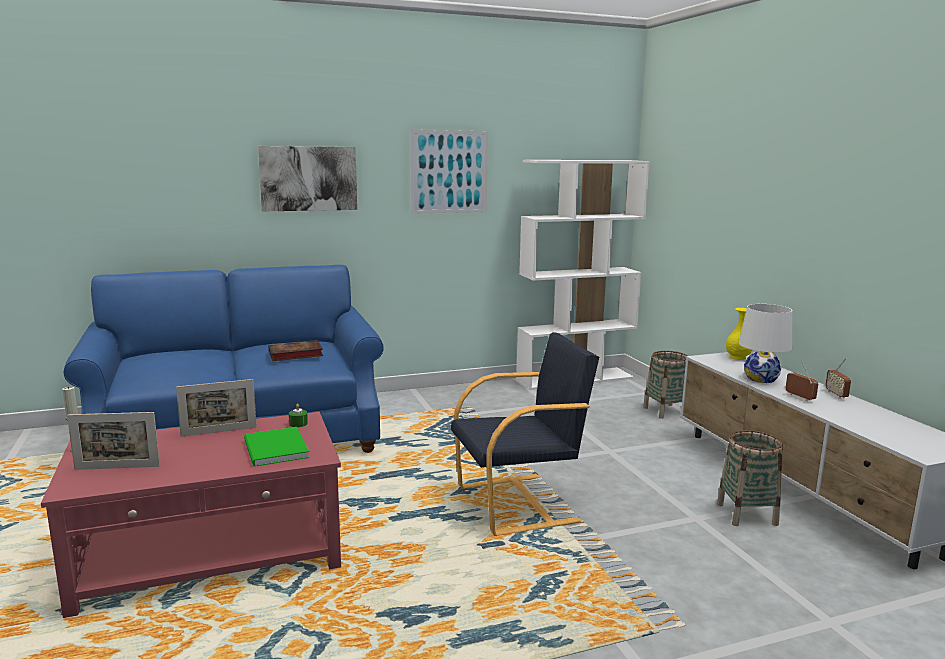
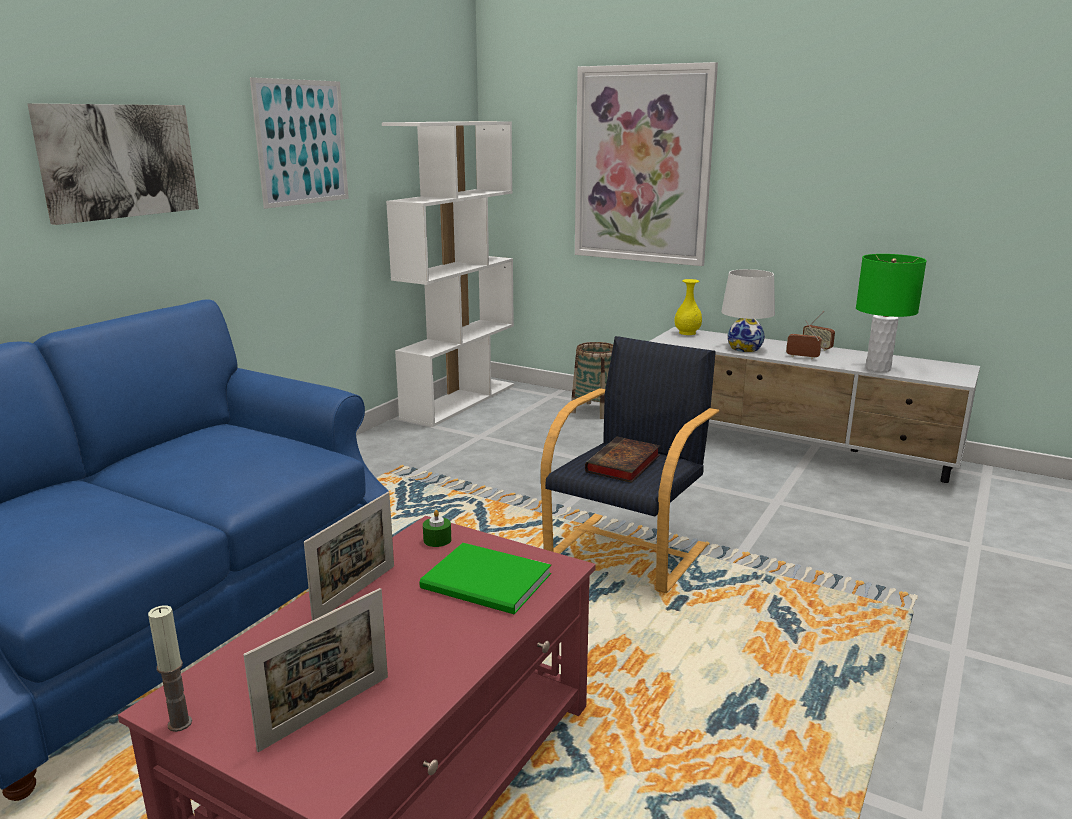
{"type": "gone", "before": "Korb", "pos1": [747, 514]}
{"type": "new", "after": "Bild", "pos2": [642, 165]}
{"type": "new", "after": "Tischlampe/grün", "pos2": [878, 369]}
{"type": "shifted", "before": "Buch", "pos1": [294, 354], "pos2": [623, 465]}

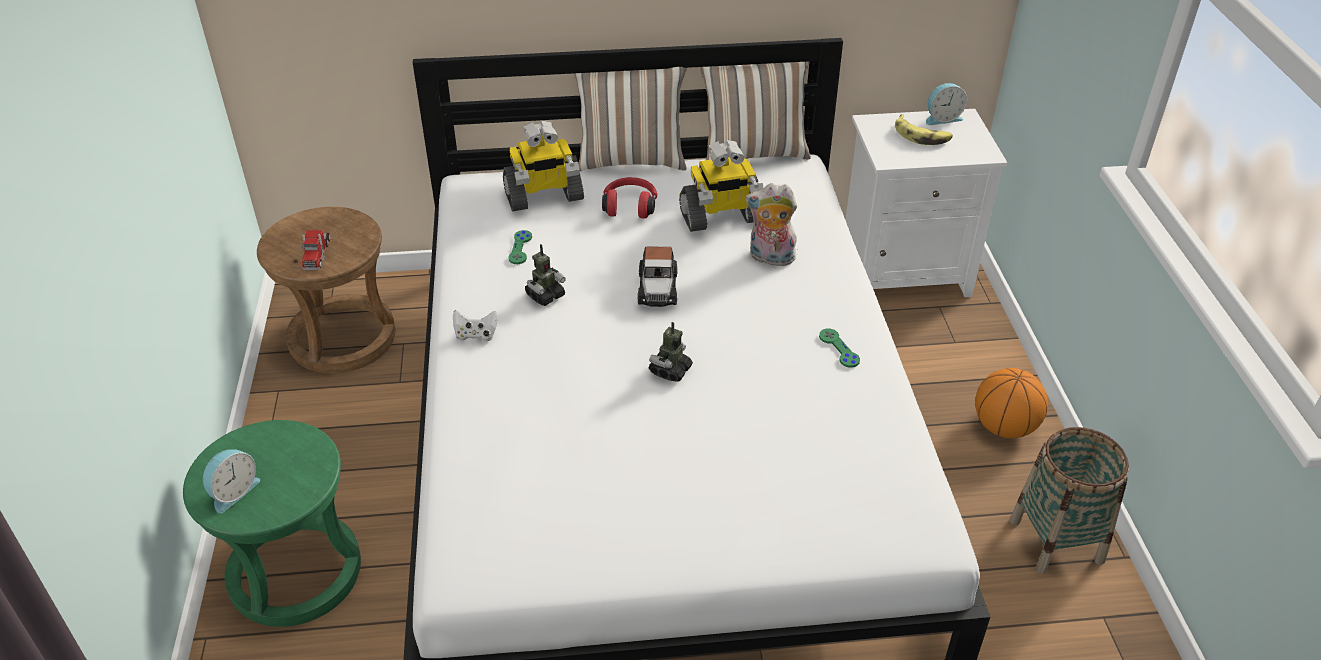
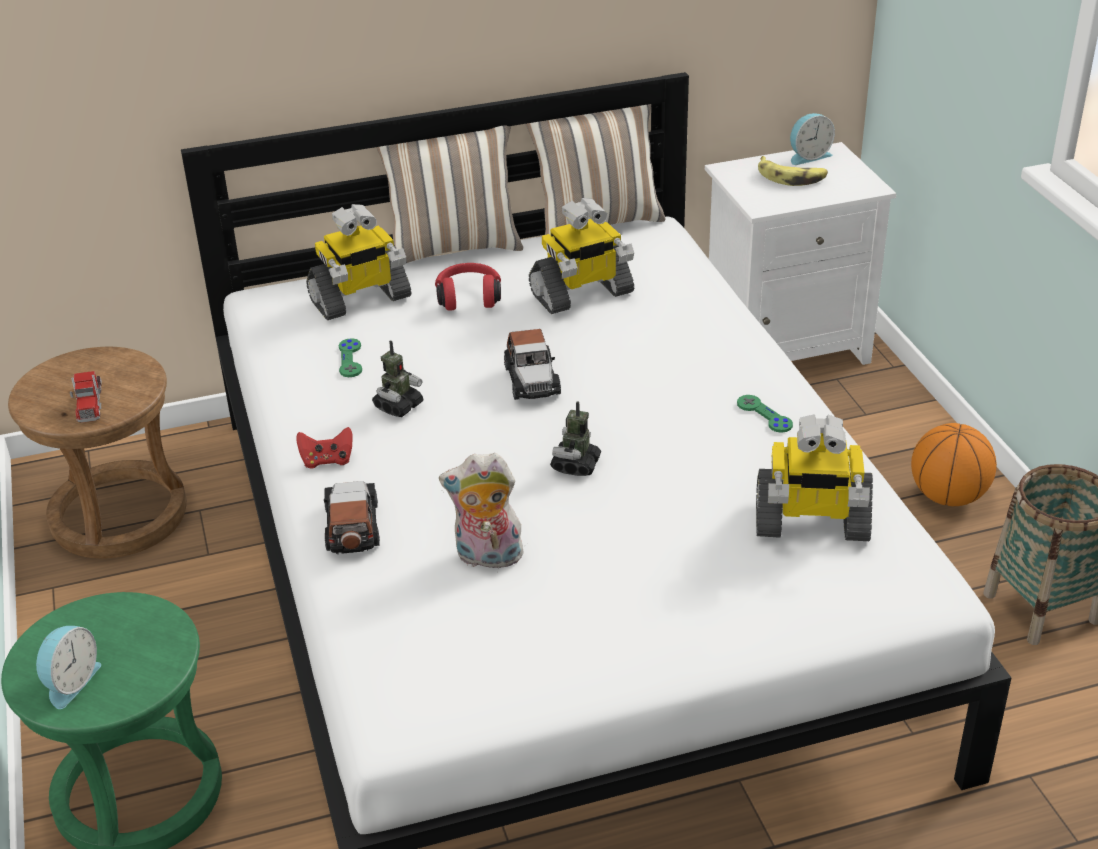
{"type": "new", "after": "Spielzeugauto", "pos2": [352, 527]}
{"type": "new", "after": "Spielzeugroboter", "pos2": [810, 522]}
{"type": "shifted", "before": "Plüschtier", "pos1": [770, 258], "pos2": [487, 558]}
{"type": "repainted", "before": "Gamepad/weiß", "after": "Gamepad/rot", "pos1": [476, 335], "pos2": [327, 460]}

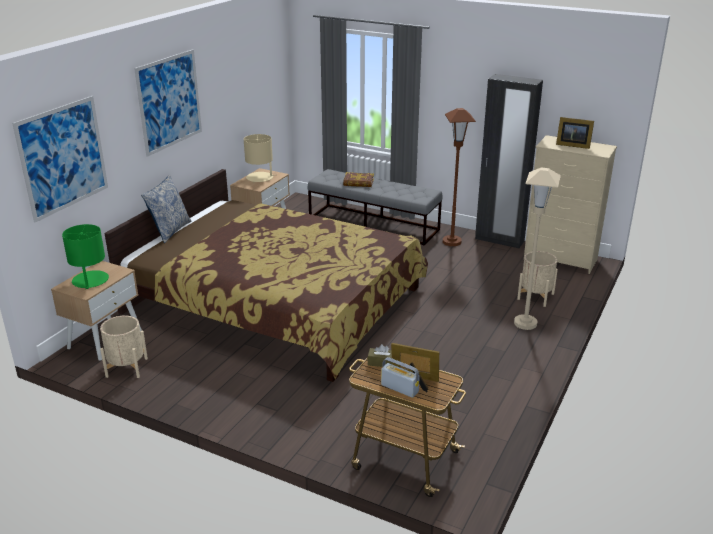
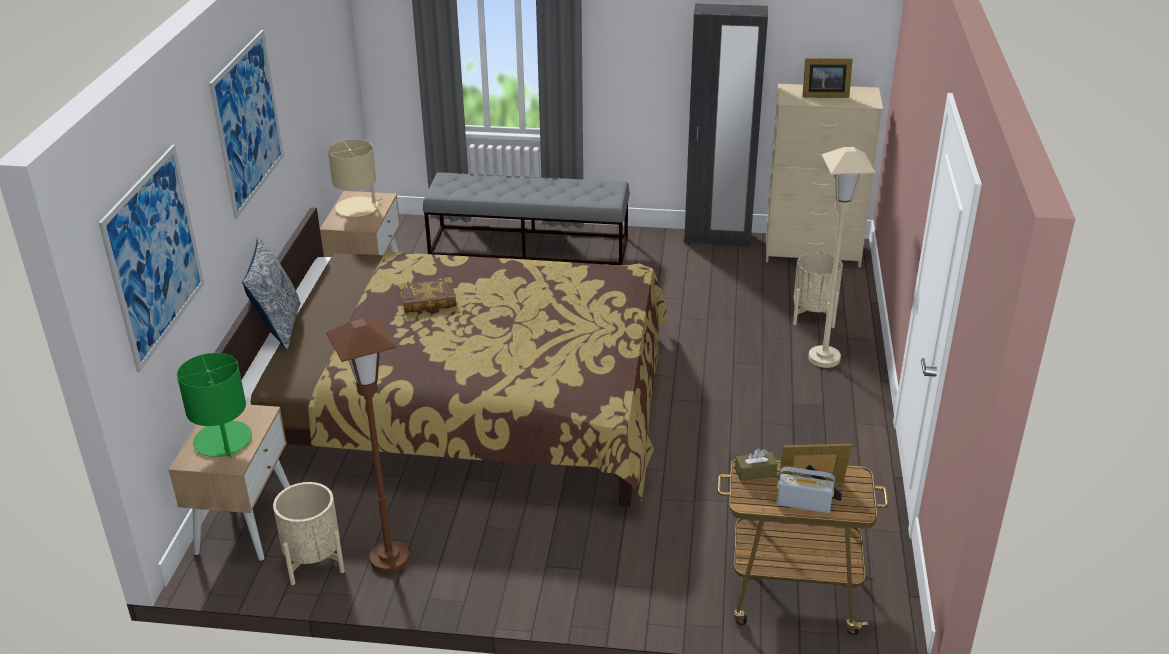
{"type": "shifted", "before": "Buch", "pos1": [358, 182], "pos2": [428, 300]}
{"type": "shifted", "before": "Stehlampe/braun", "pos1": [451, 242], "pos2": [389, 559]}

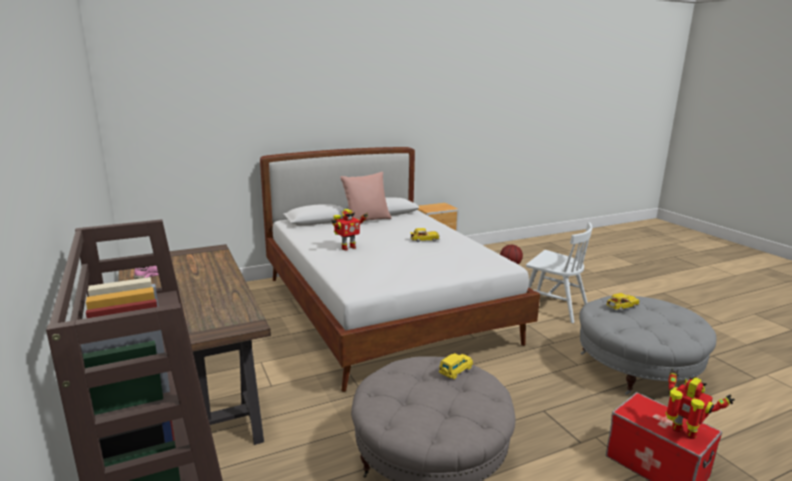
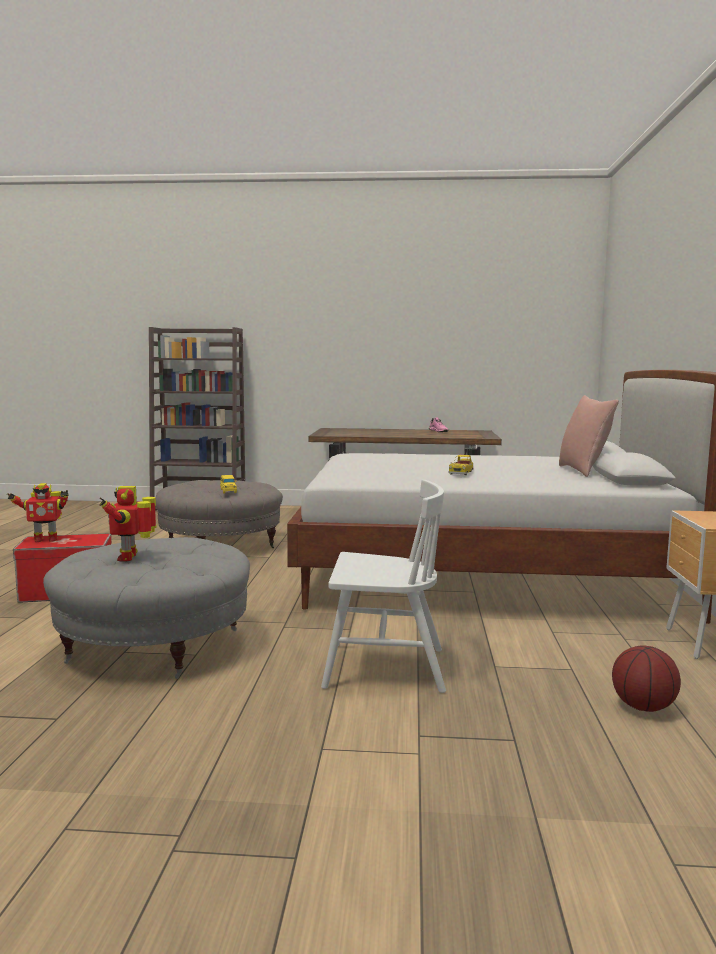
{"type": "gone", "before": "Spielzeugauto", "pos1": [621, 306]}
{"type": "shifted", "before": "Spielzeugroboter", "pos1": [347, 248], "pos2": [130, 557]}
{"type": "rotated", "before": "Stuhl/weiß", "pos1": [553, 307], "pos2": [384, 667], "turn": -150}

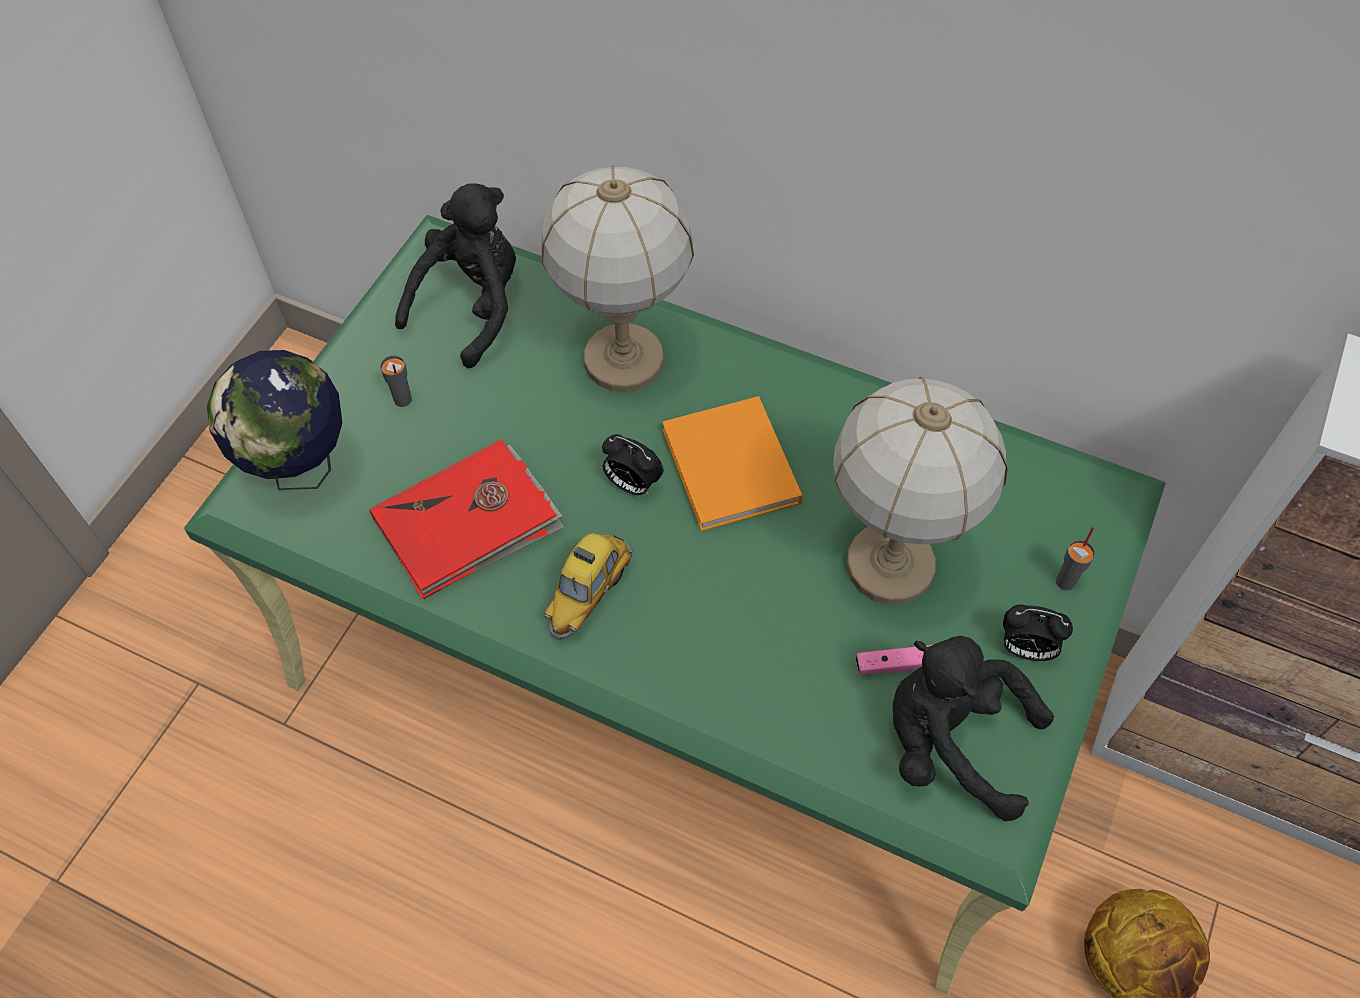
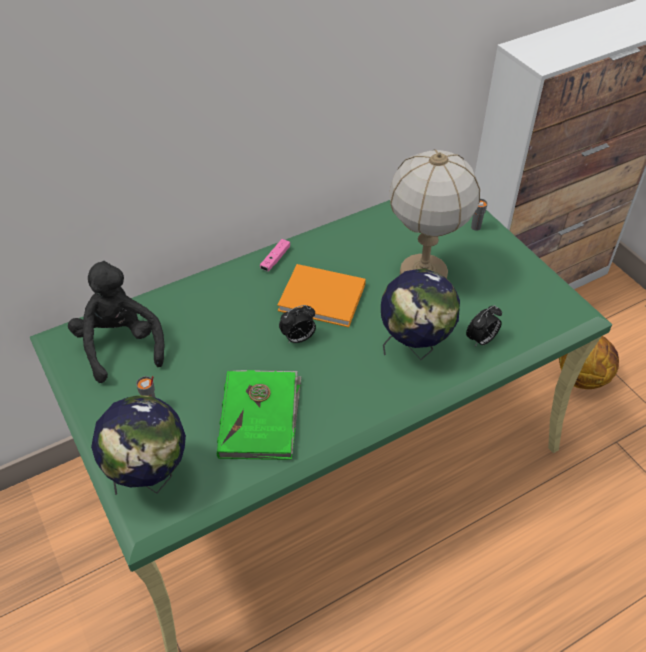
{"type": "gone", "before": "Tischlampe", "pos1": [624, 361]}
{"type": "gone", "before": "Spielzeugauto", "pos1": [588, 593]}
{"type": "gone", "before": "Plüschtier/schwarz", "pos1": [951, 743]}
{"type": "new", "after": "Globus", "pos2": [415, 348]}
{"type": "shifted", "before": "Gamepad/rosa", "pos1": [898, 664], "pos2": [275, 259]}
{"type": "shifted", "before": "Wecker", "pos1": [1025, 649], "pos2": [481, 340]}
{"type": "repainted", "before": "Buch/rot", "after": "Buch/grün", "pos1": [468, 523], "pos2": [260, 416]}

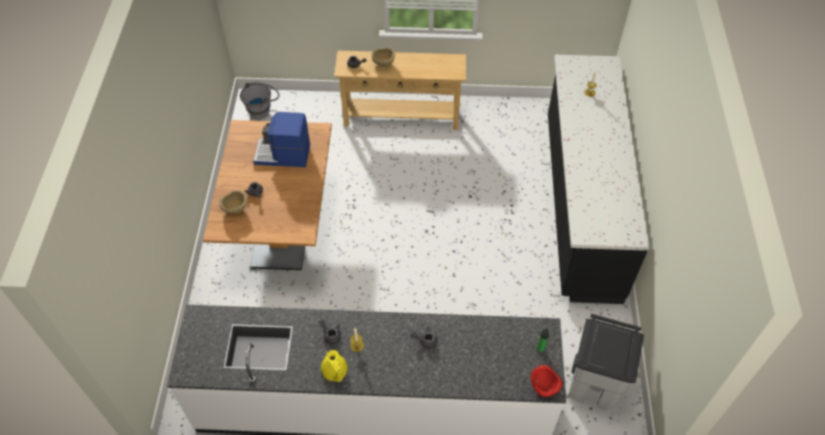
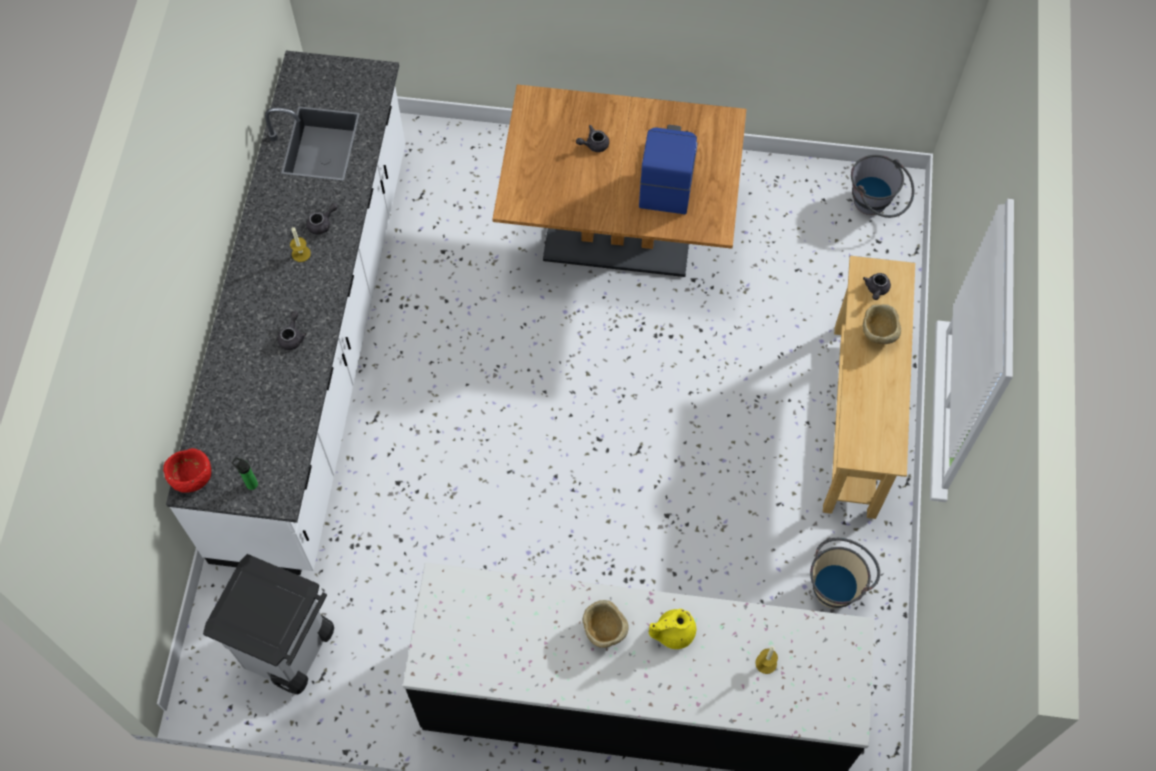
{"type": "new", "after": "Eimer/beige", "pos2": [837, 583]}
{"type": "shifted", "before": "Schüssel/beige", "pos1": [235, 209], "pos2": [604, 631]}
{"type": "shifted", "before": "Teekanne/gelb", "pos1": [335, 372], "pos2": [673, 632]}

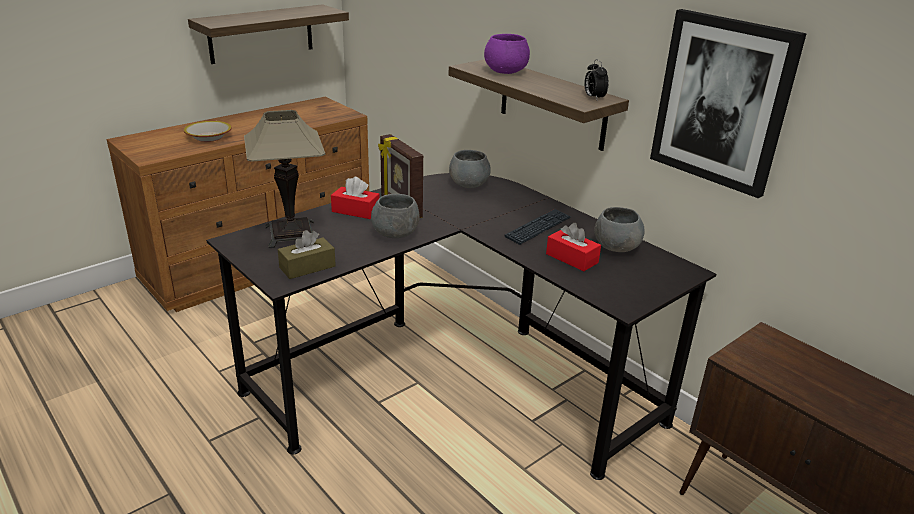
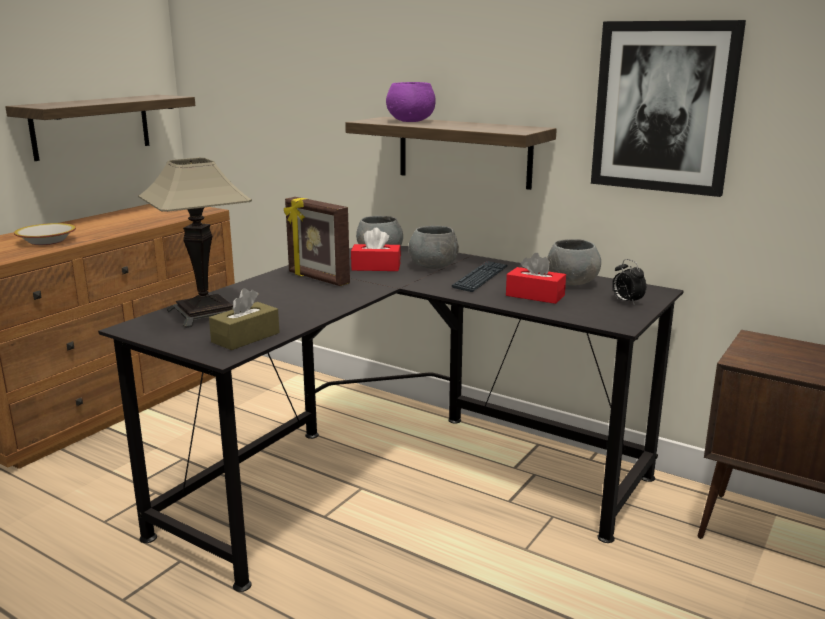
{"type": "shifted", "before": "Taschentuchbox/rot", "pos1": [355, 211], "pos2": [376, 267]}
{"type": "shifted", "before": "Schüssel/grau", "pos1": [395, 234], "pos2": [433, 266]}
{"type": "shifted", "before": "Wecker", "pos1": [593, 98], "pos2": [626, 302]}

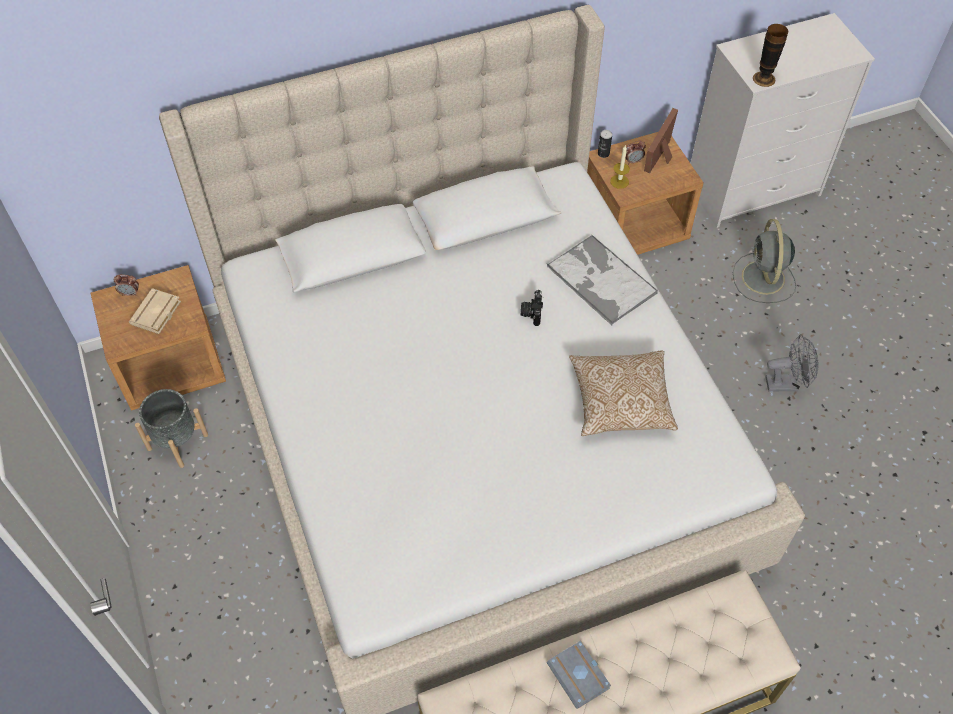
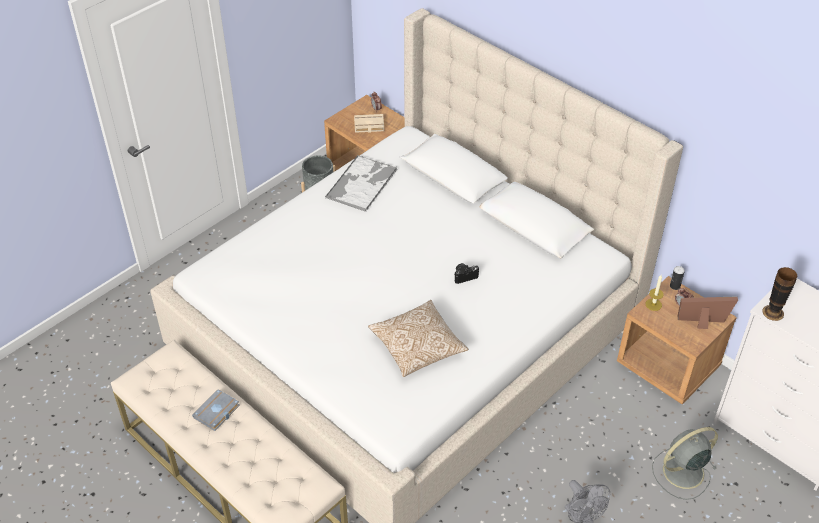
{"type": "shifted", "before": "Tablett", "pos1": [600, 279], "pos2": [362, 183]}

